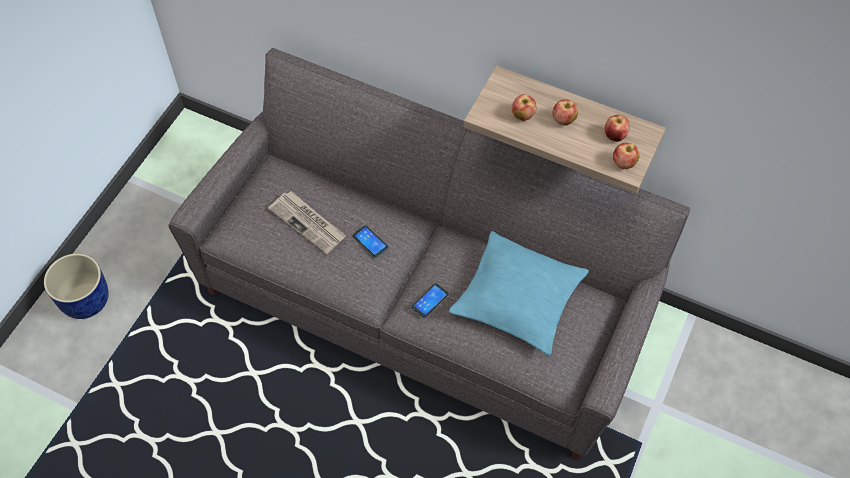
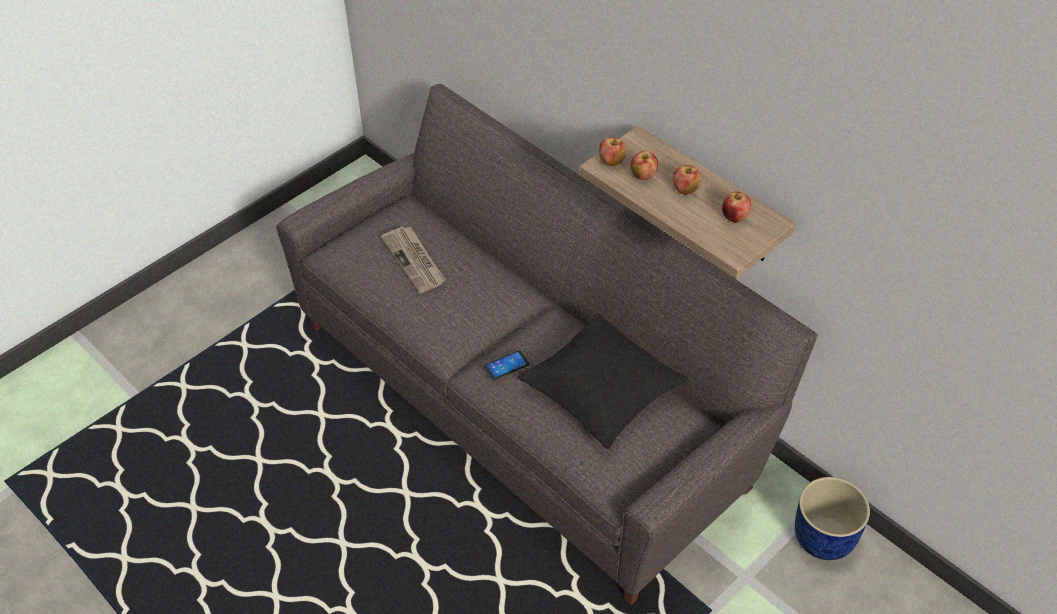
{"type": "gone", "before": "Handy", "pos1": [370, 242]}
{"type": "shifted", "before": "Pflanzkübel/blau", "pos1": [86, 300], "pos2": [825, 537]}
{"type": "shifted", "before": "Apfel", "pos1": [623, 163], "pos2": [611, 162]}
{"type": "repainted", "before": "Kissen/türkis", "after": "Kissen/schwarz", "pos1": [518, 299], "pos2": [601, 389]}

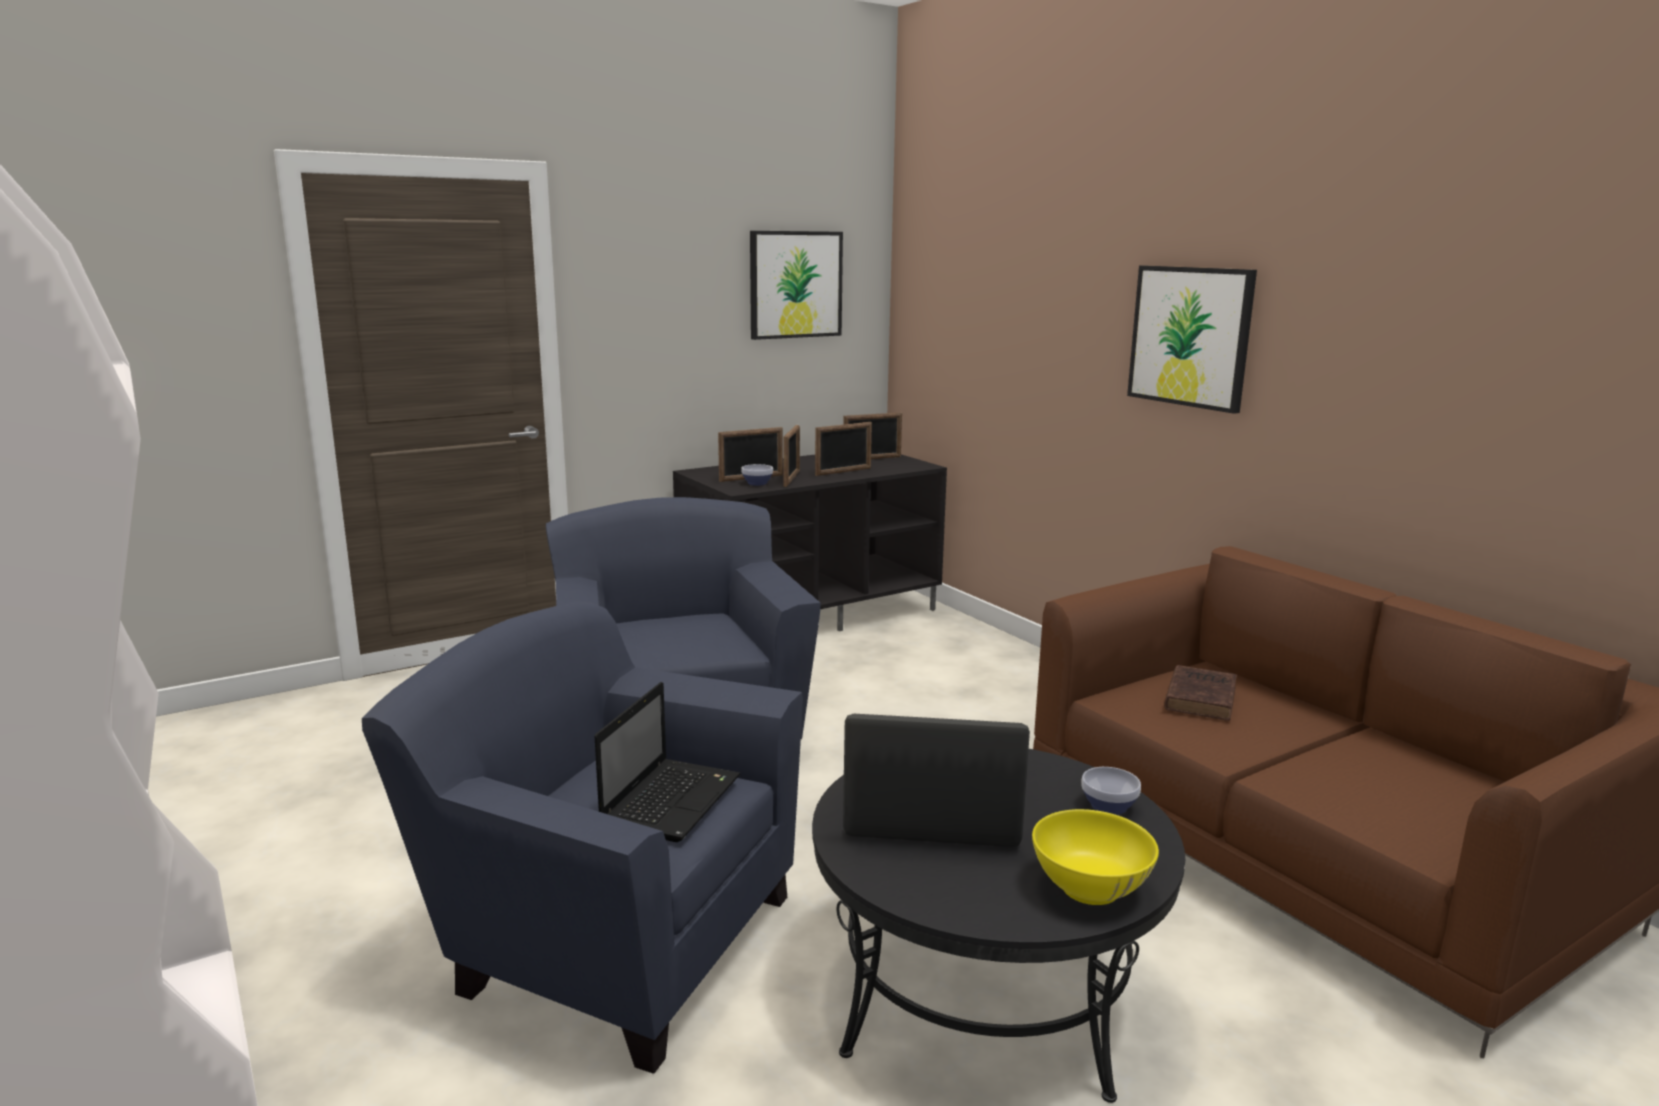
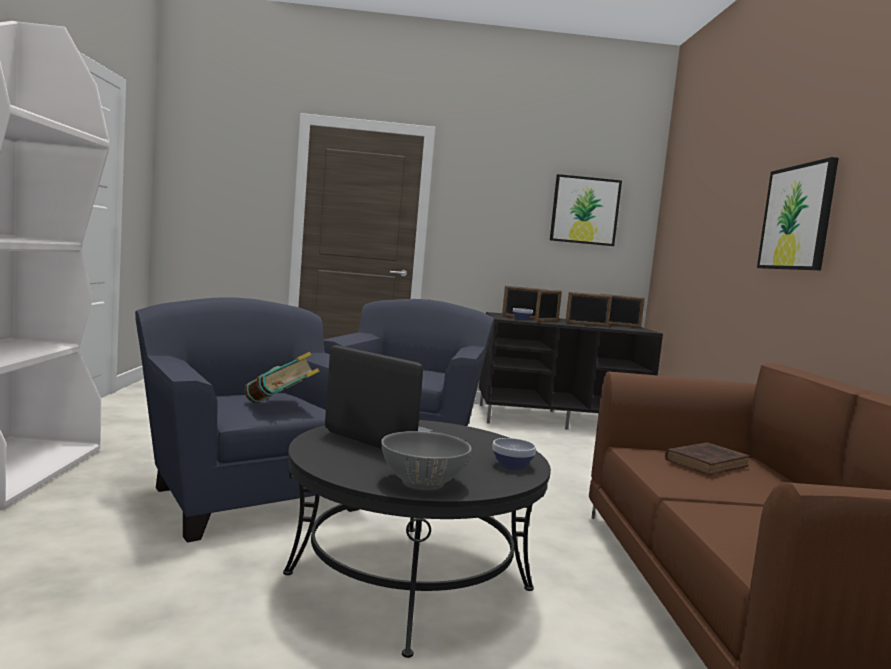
{"type": "swapped", "before": "Laptop", "after": "Buch", "pos1": [672, 800], "pos2": [279, 407]}
{"type": "repainted", "before": "Schüssel/gelb", "after": "Schüssel/grau", "pos1": [1089, 888], "pos2": [422, 482]}

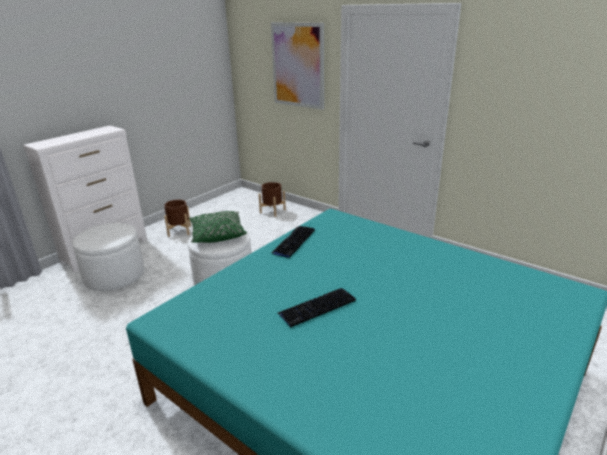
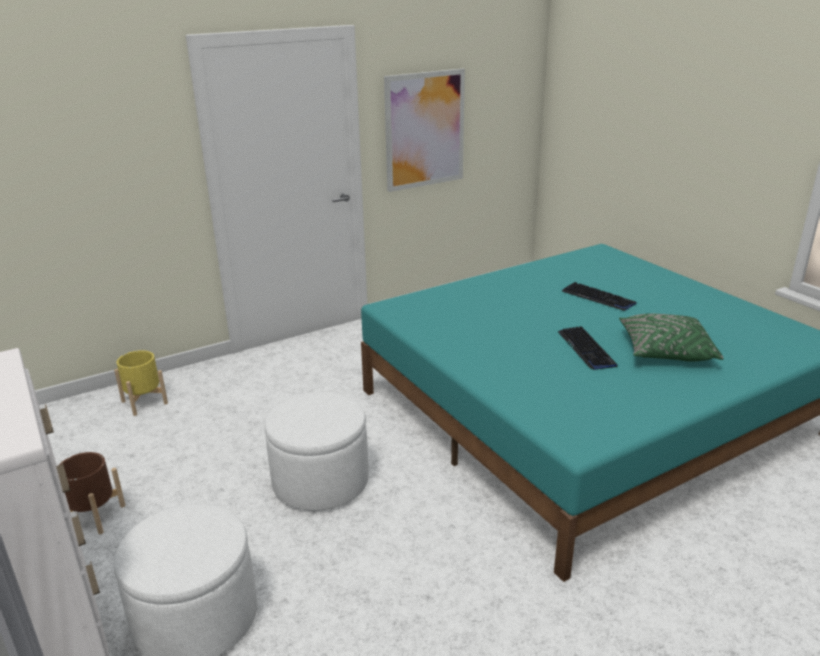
{"type": "shifted", "before": "Kissen/grün", "pos1": [217, 234], "pos2": [665, 351]}
{"type": "shifted", "before": "Bild", "pos1": [298, 65], "pos2": [424, 130]}
{"type": "shifted", "before": "Tastatur", "pos1": [294, 242], "pos2": [598, 298]}
{"type": "repainted", "before": "Pflanzkübel/braun", "after": "Pflanzkübel/gelb", "pos1": [272, 211], "pos2": [144, 402]}

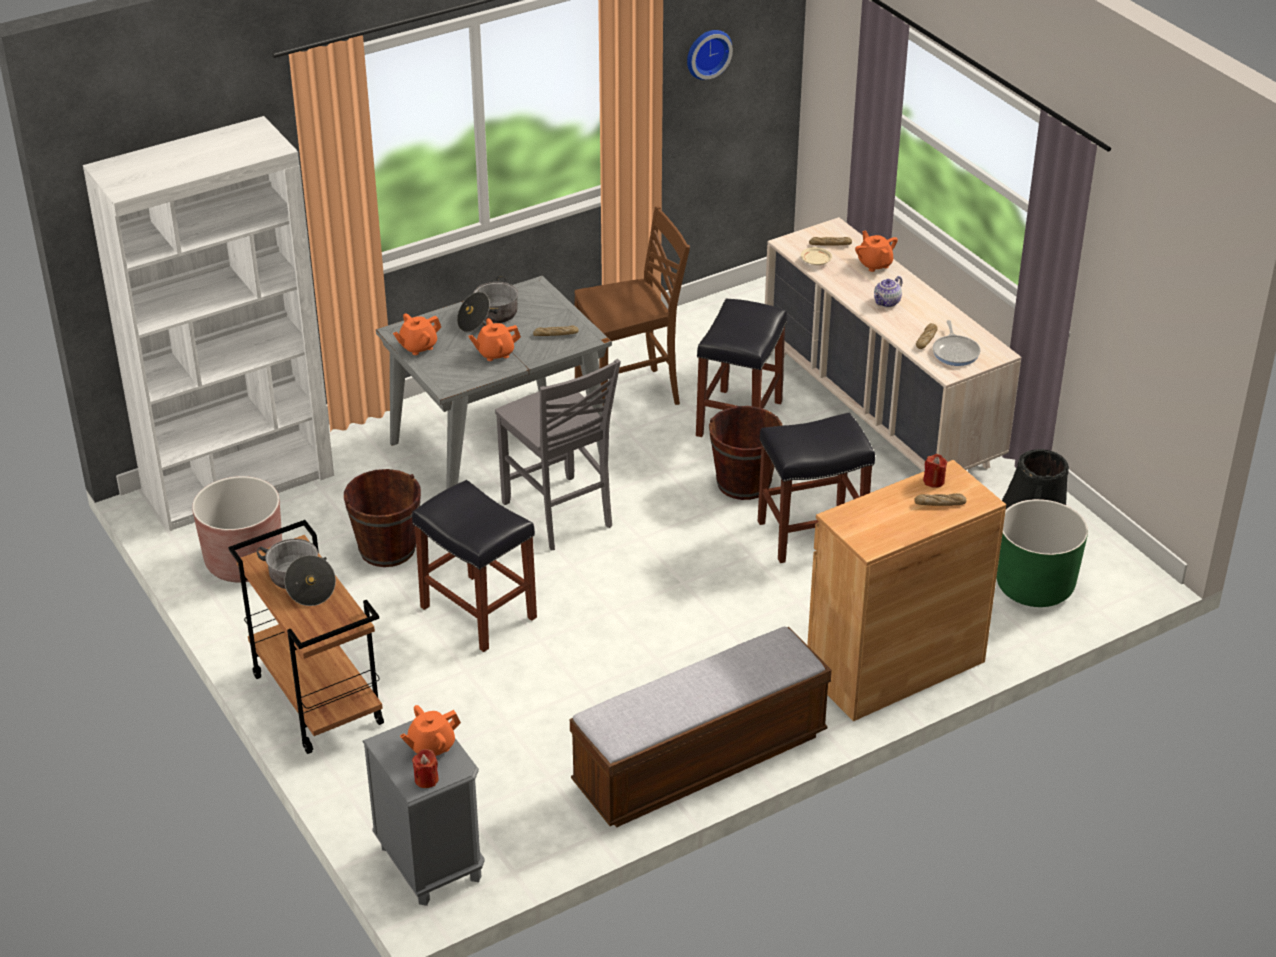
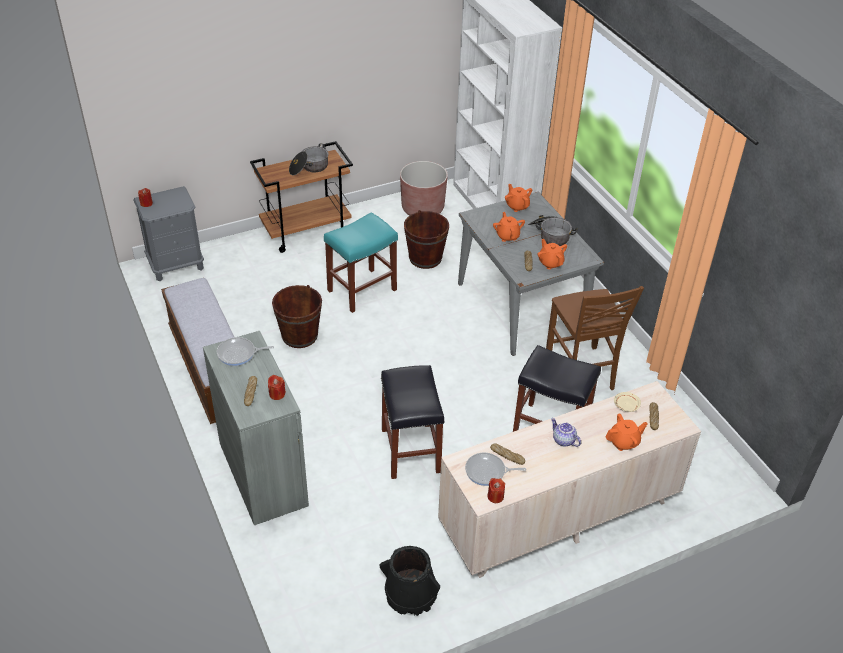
{"type": "gone", "before": "Stuhl/grau", "pos1": [559, 515]}
{"type": "gone", "before": "Wanduhr", "pos1": [707, 52]}
{"type": "gone", "before": "Pflanzkübel/grün", "pos1": [1034, 586]}
{"type": "new", "after": "Pfanne", "pos2": [238, 354]}
{"type": "new", "after": "Kerze/rot", "pos2": [495, 496]}
{"type": "shifted", "before": "Teekanne/orange", "pos1": [431, 746], "pos2": [550, 263]}
{"type": "shifted", "before": "Eimer/braun", "pos1": [743, 483], "pos2": [300, 336]}
{"type": "repainted", "before": "Hocker/schwarz", "after": "Hocker/türkis", "pos1": [476, 612], "pos2": [362, 289]}
{"type": "repainted", "before": "Schrank/braun", "after": "Schrank/grau", "pos1": [895, 667], "pos2": [263, 474]}

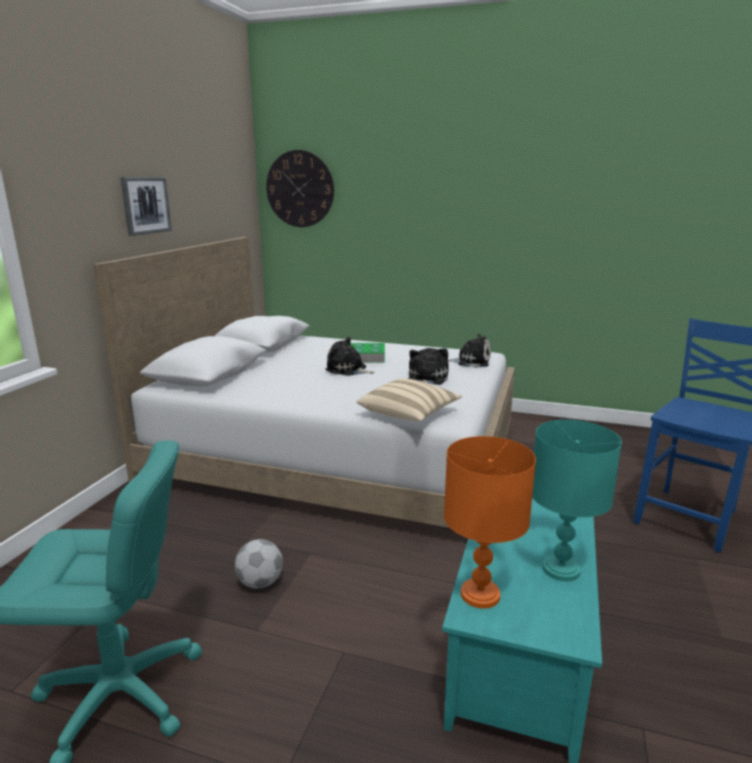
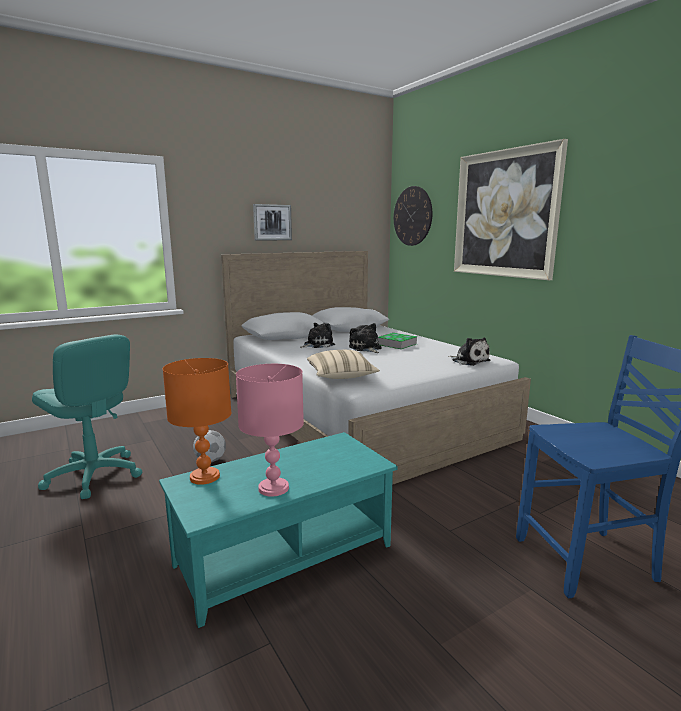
{"type": "new", "after": "Bild", "pos2": [505, 214]}
{"type": "shifted", "before": "Plüschtier", "pos1": [426, 379], "pos2": [317, 345]}
{"type": "repainted", "before": "Tischlampe/türkis", "after": "Tischlampe/rosa", "pos1": [560, 568], "pos2": [273, 488]}

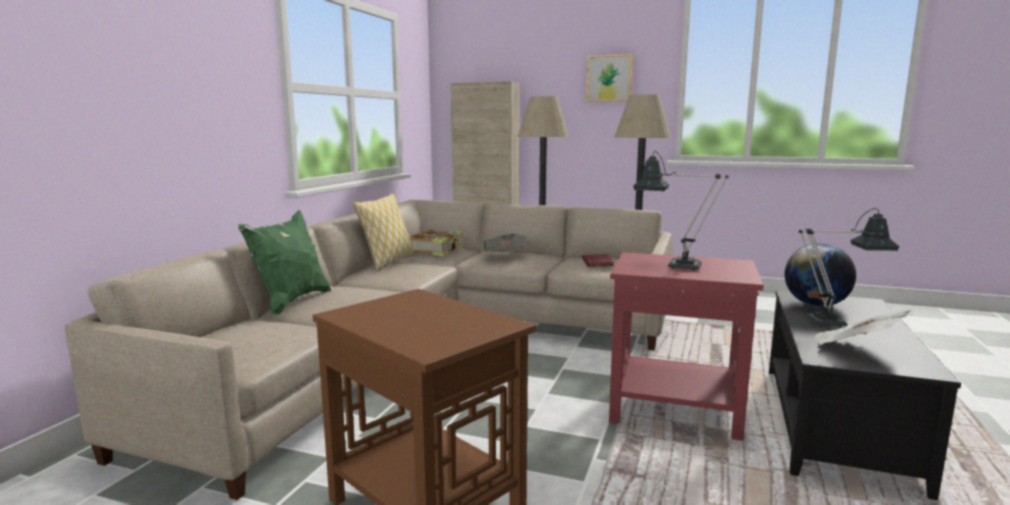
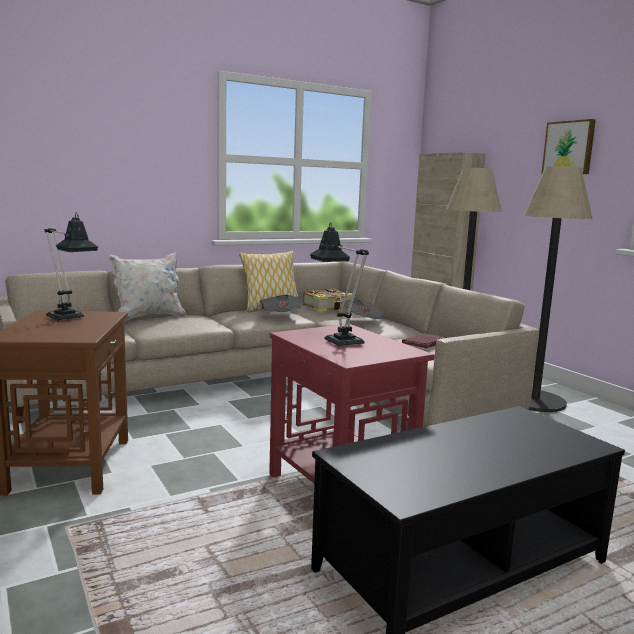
{"type": "gone", "before": "Globus", "pos1": [816, 305]}
{"type": "shifted", "before": "Tischlampe", "pos1": [834, 322], "pos2": [68, 319]}
{"type": "shifted", "before": "Zeitung", "pos1": [855, 348], "pos2": [281, 316]}
{"type": "repainted", "before": "Kissen/grün", "after": "Kissen/weiß", "pos1": [291, 302], "pos2": [148, 317]}

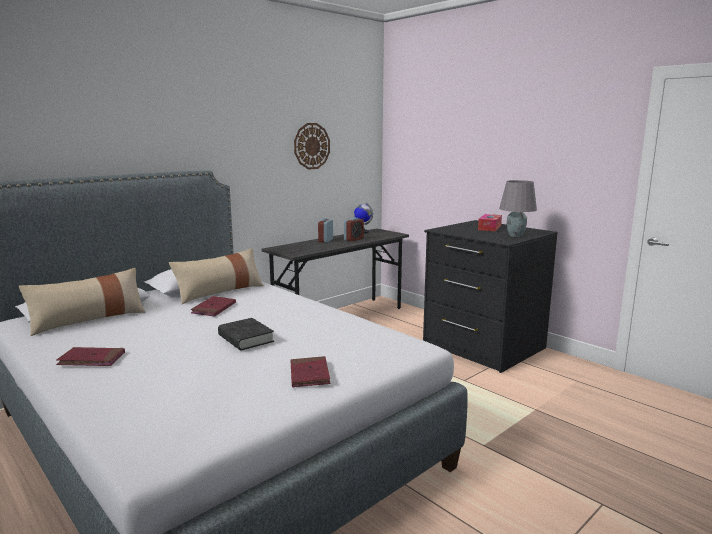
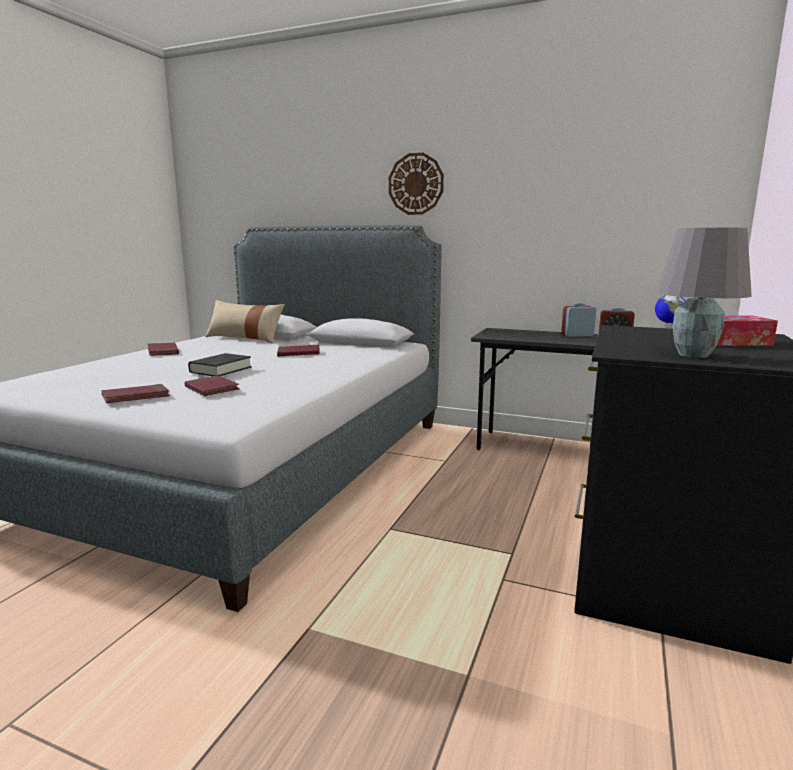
{"type": "gone", "before": "Kissen/beige", "pos1": [220, 292]}
{"type": "new", "after": "Buch/rot", "pos2": [211, 389]}
{"type": "shifted", "before": "Wanduhr", "pos1": [311, 146], "pos2": [416, 184]}

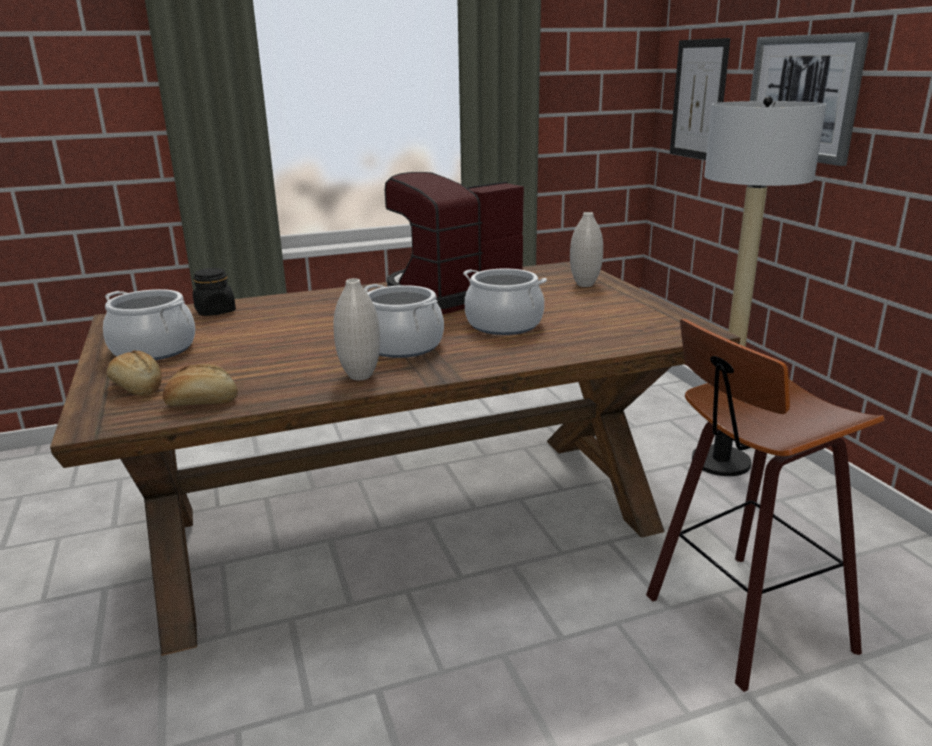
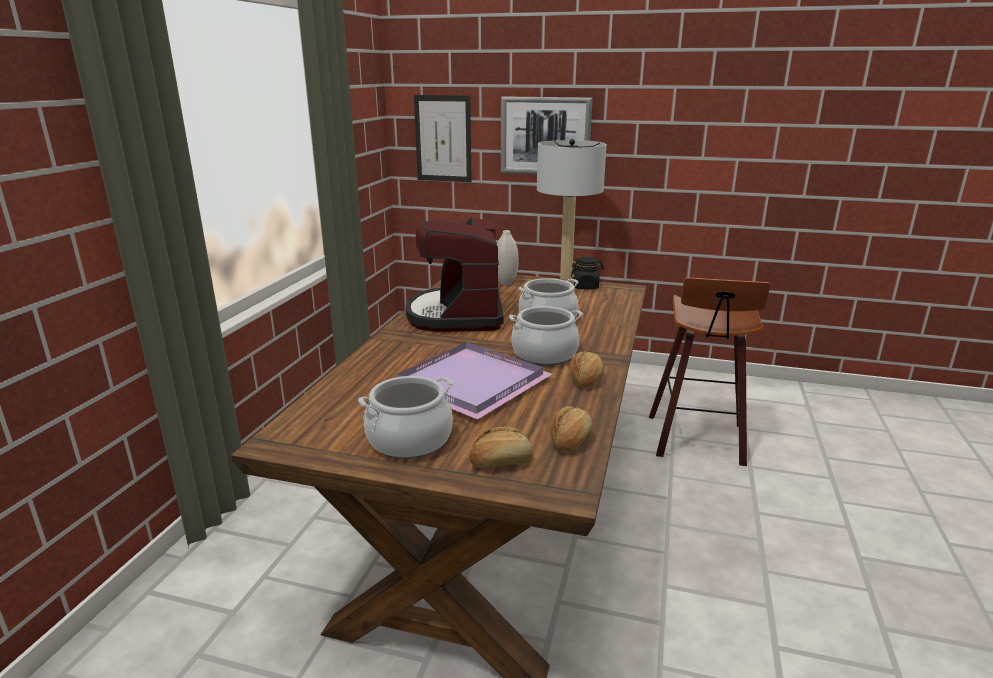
{"type": "new", "after": "Tablett/lila", "pos2": [474, 382]}
{"type": "shifted", "before": "Vorratsglas/schwarz", "pos1": [215, 312], "pos2": [586, 287]}
{"type": "swapped", "before": "Vase/weiß", "after": "Brot", "pos1": [360, 376], "pos2": [585, 379]}

